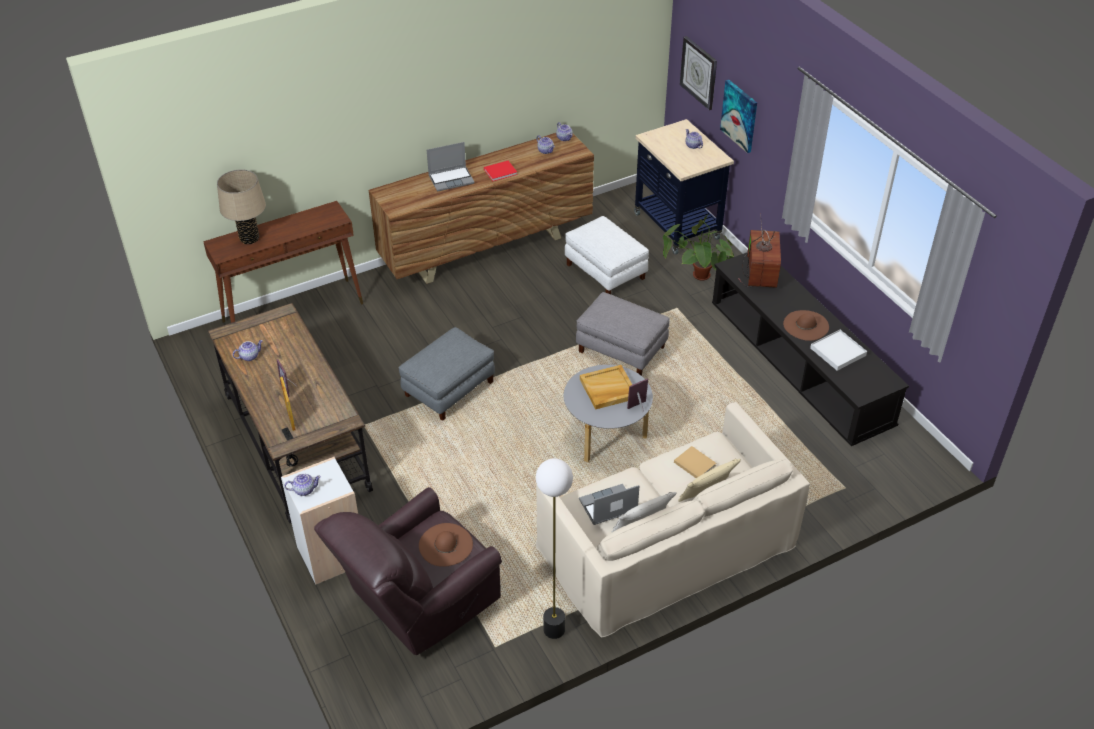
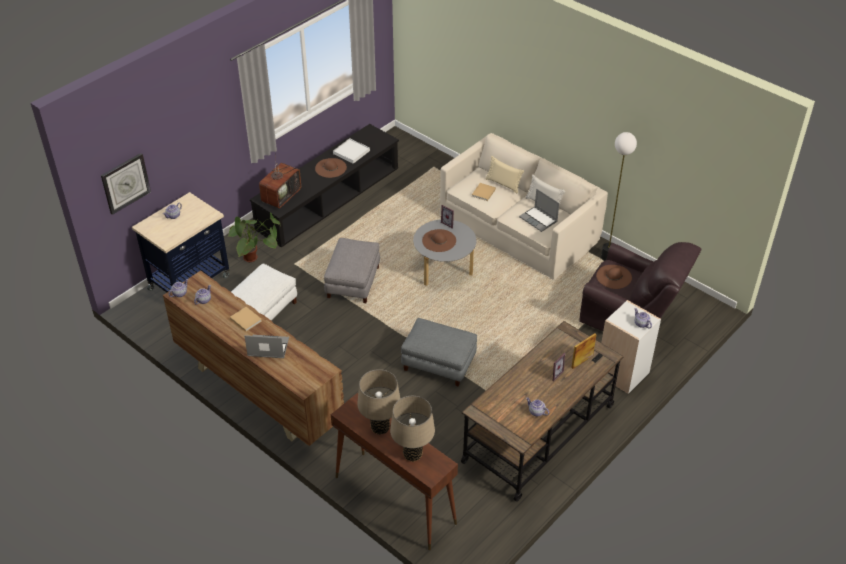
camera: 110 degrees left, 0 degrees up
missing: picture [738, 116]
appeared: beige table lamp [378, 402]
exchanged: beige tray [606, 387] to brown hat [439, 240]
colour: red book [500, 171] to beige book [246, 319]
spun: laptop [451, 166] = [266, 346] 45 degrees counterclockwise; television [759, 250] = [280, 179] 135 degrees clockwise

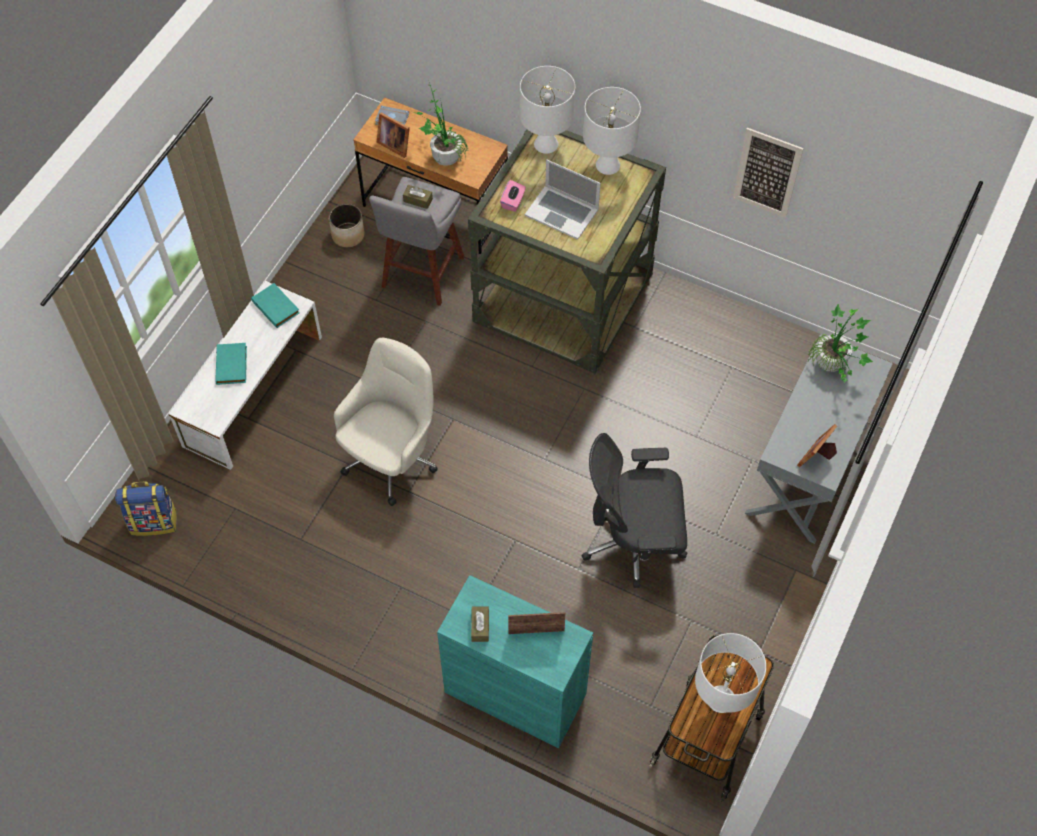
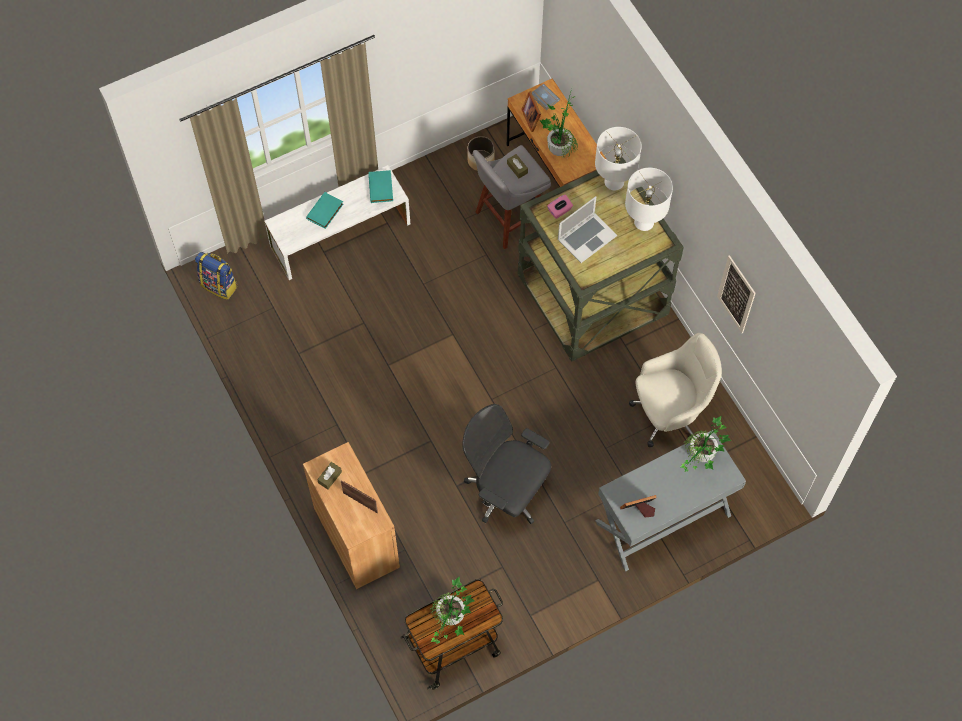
camera: 35 degrees right, 5 degrees up
relocated: beige office chair [386, 422] to [675, 390]
exchanged: white table lamp [730, 673] to potted plant [452, 610]
colour: turquoise cabinet [515, 661] to brown cabinet [351, 515]
spun: laptop [563, 199] = [587, 229] 105 degrees counterclockwise

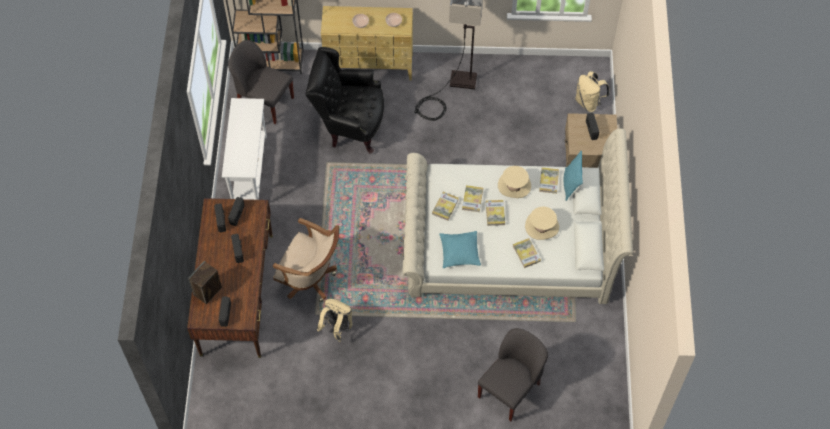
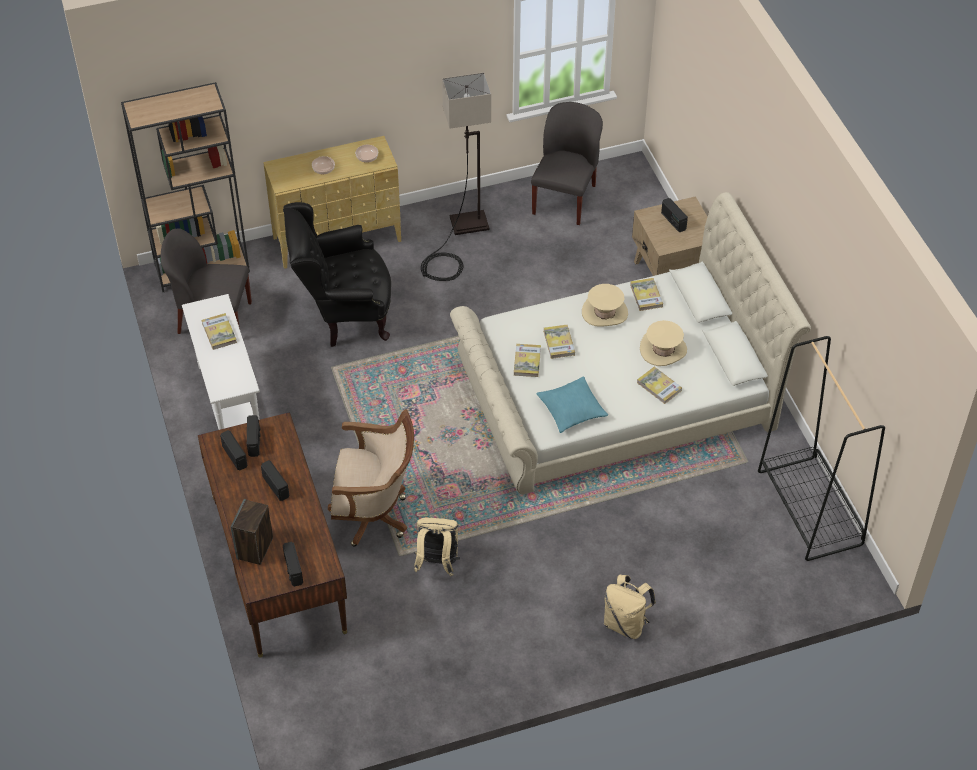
camera: 20 degrees left, 10 degrees down
missing: turquoise pillow [573, 176]
appeared: black clothes rack [821, 448]
relocated: grey chair [513, 374] to [567, 163]; book [495, 213] to [219, 331]; beige backpack [592, 91] to [630, 607]

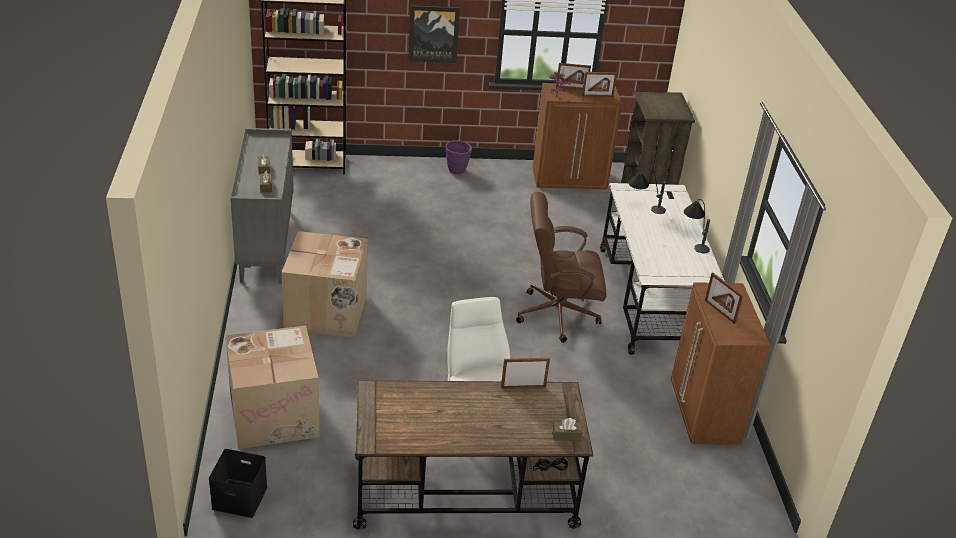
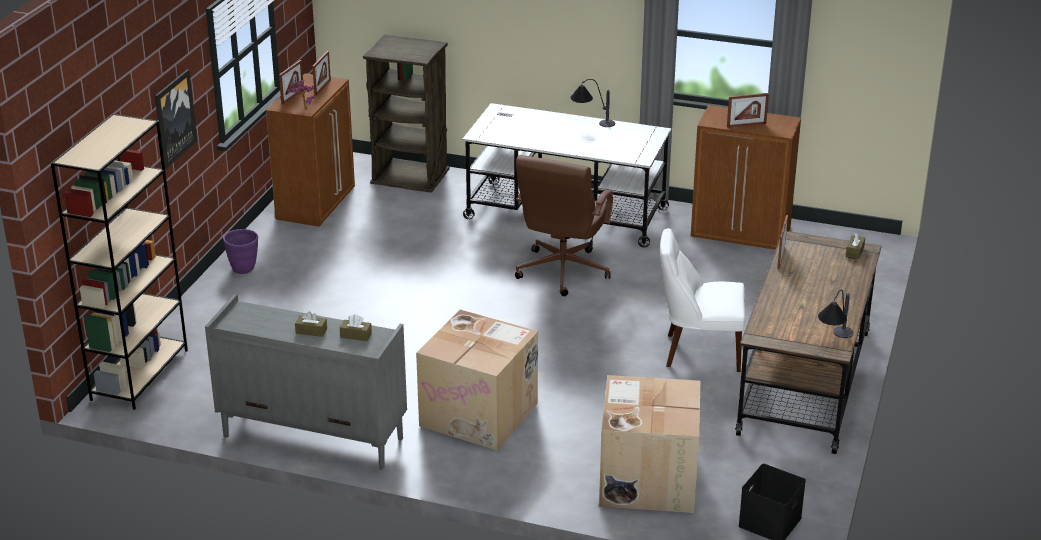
camera: 65 degrees left, 5 degrees down
relocated: table lamp [647, 191] to [836, 313]

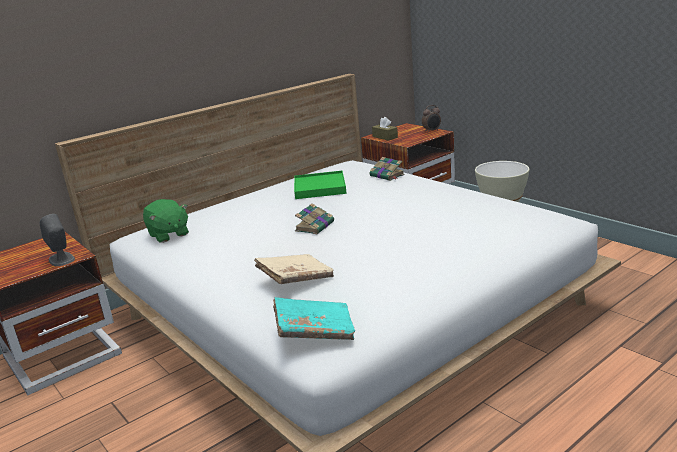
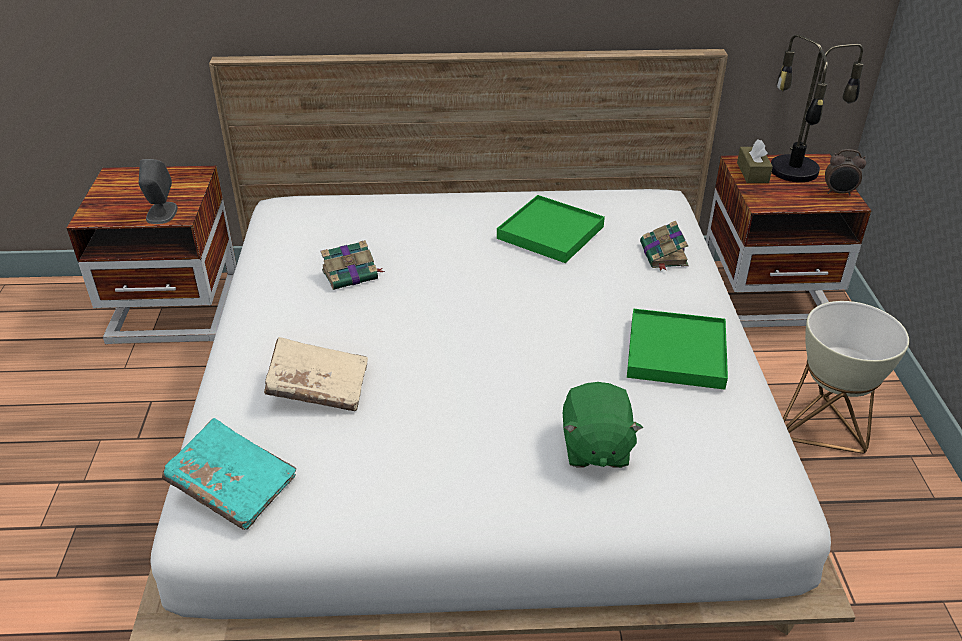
camera: 35 degrees right, 15 degrees up
appeared: green tray [677, 349]; table lamp [817, 108]
relocated: green plush toy [166, 221] to [603, 425]; book [314, 218] to [353, 265]

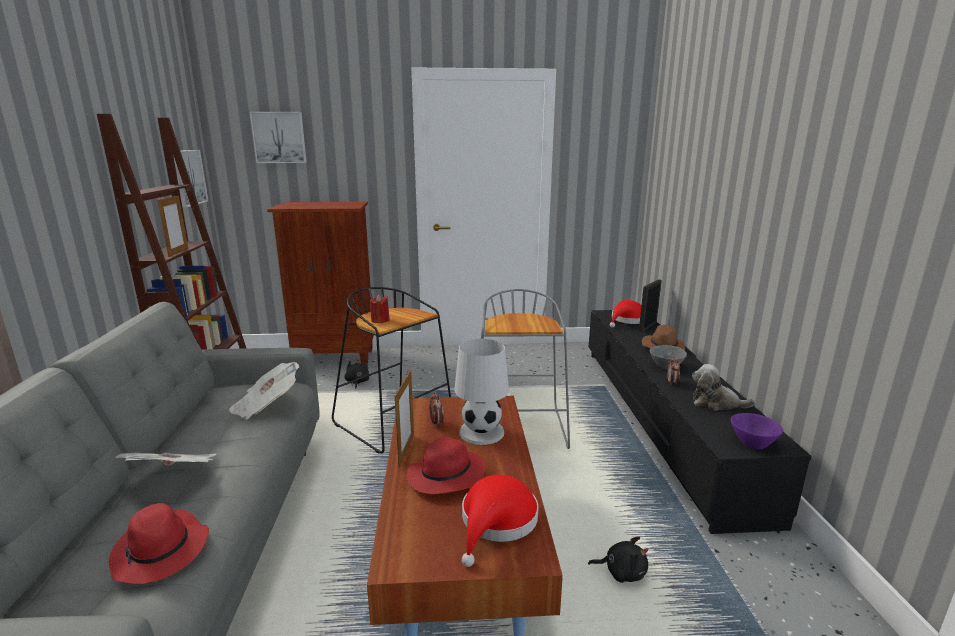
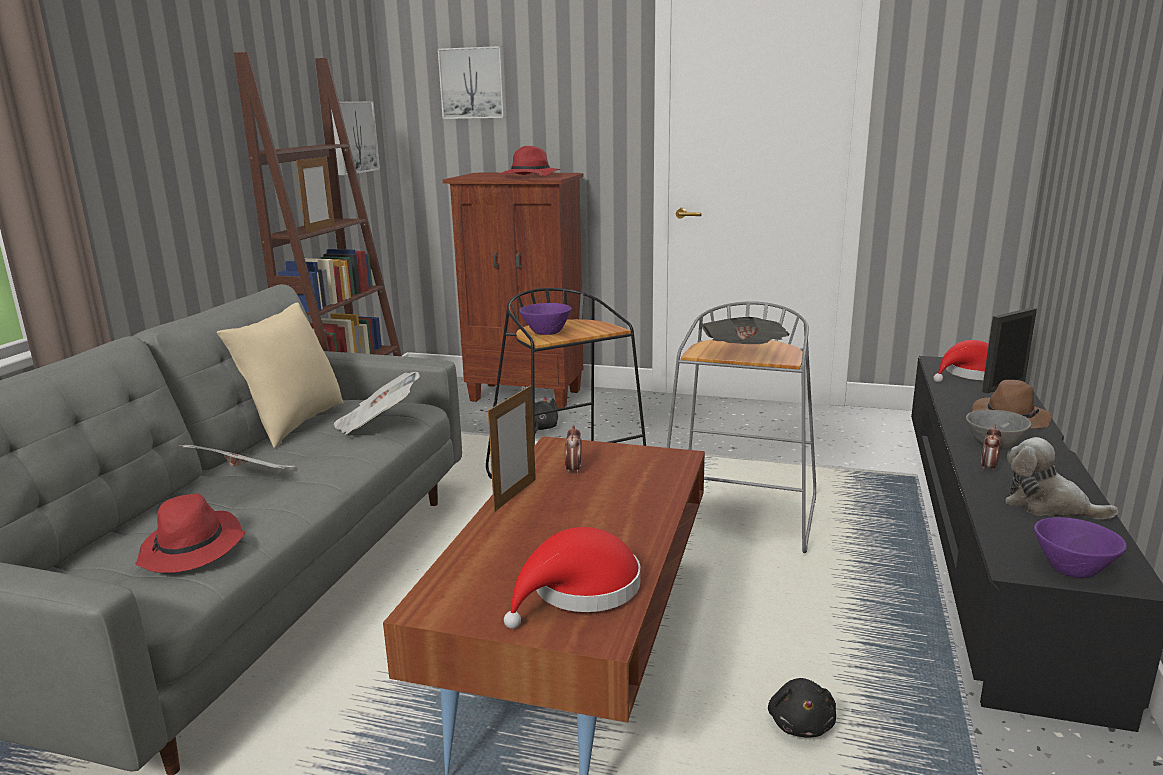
camera: 20 degrees right, 0 degrees up
missing: white table lamp [481, 392]
appeared: beige pillow [280, 375]; newspaper [744, 330]
relocated: red hat [446, 465] to [530, 161]
exchanged: red candle [380, 309] to purple bowl [545, 319]
spun: black plush toy [618, 559] = [802, 708] 60 degrees clockwise

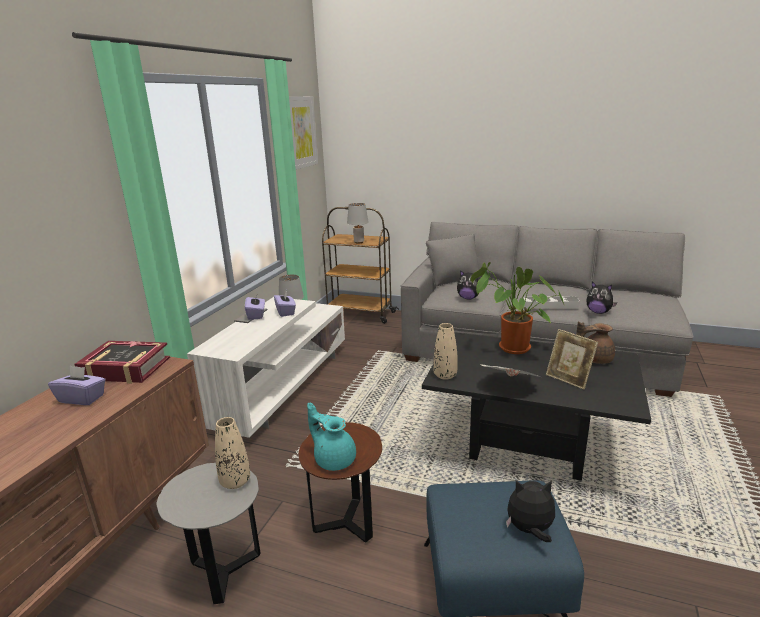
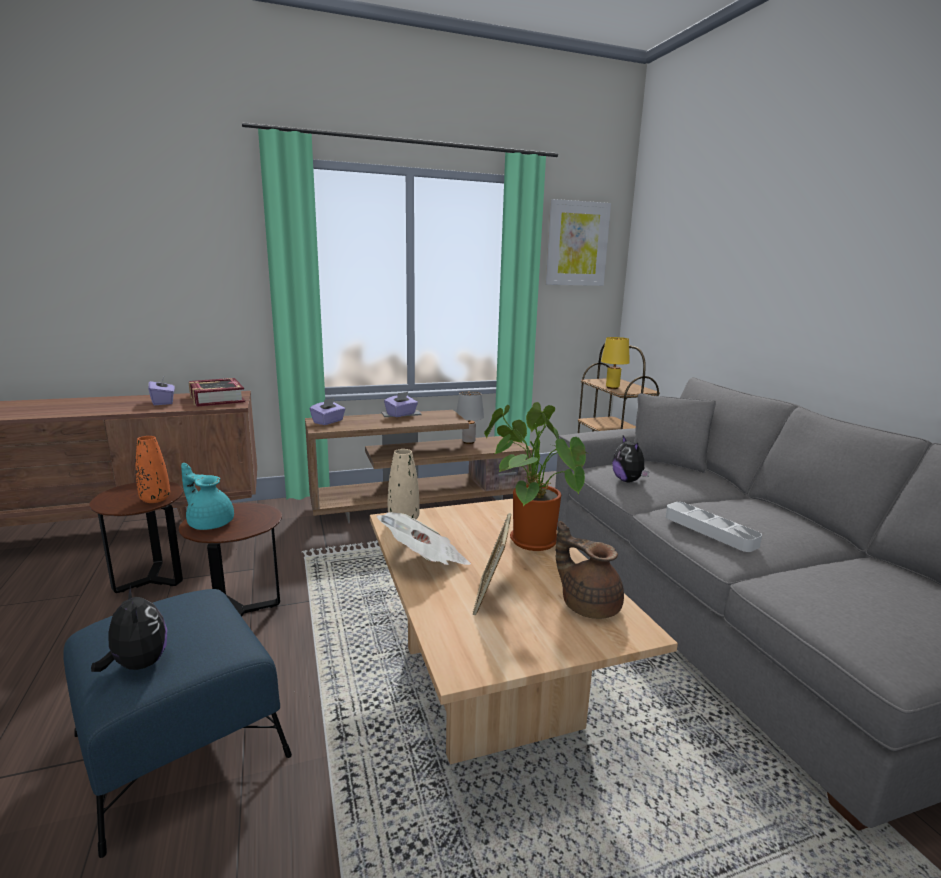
camera: 50 degrees right, 5 degrees down
missing: plush toy [601, 298]
relocated: purple tissue box [285, 304] to [328, 411]
colour: grey side table [208, 533] to brown side table [136, 537]; white tv stand [266, 367] to brown tv stand [419, 467]; beige vase [232, 453] to orange vase [153, 469]; grey table lamp [358, 223] to yellow table lamp [615, 363]; black coffee table [536, 406] to beige coffee table [524, 632]
spun: turquoise teapot [331, 437] = [207, 496] 60 degrees counterclockwise

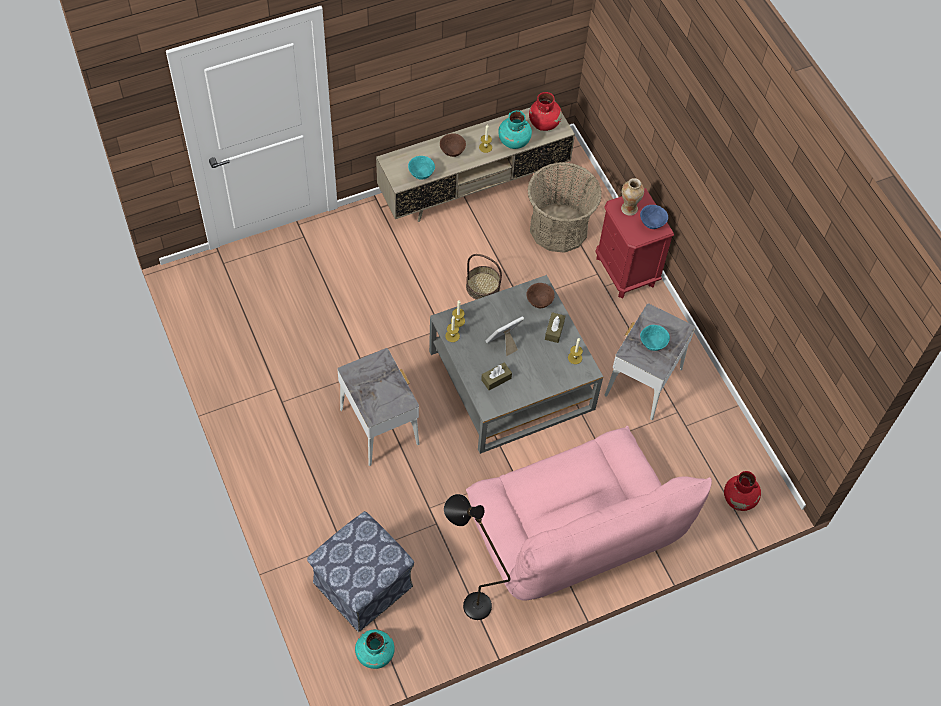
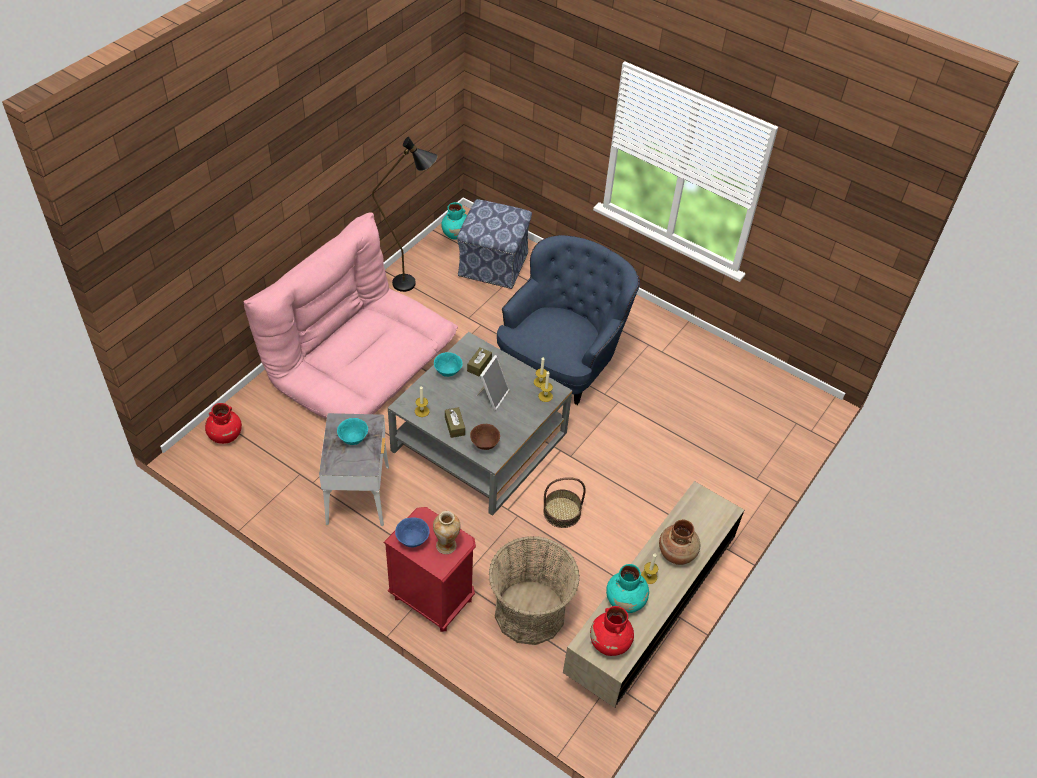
camera: 150 degrees right, 10 degrees down
relocated: turquoise bowl [421, 168] to [448, 364]
exchanged: side table [378, 407] to blue armchair [568, 320]; brown bowl [453, 145] to brown vase [679, 542]

